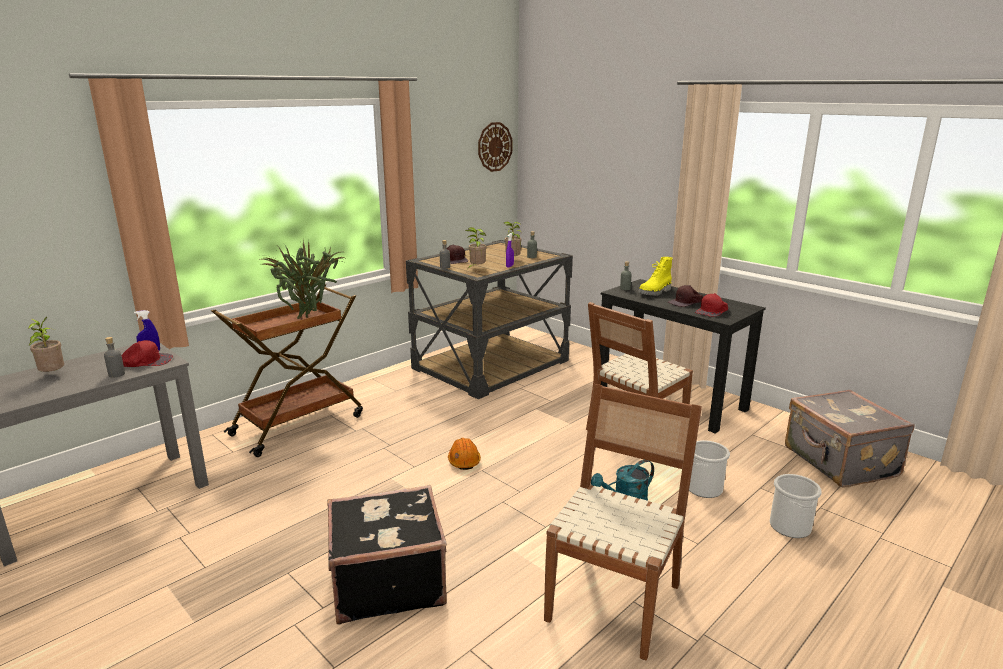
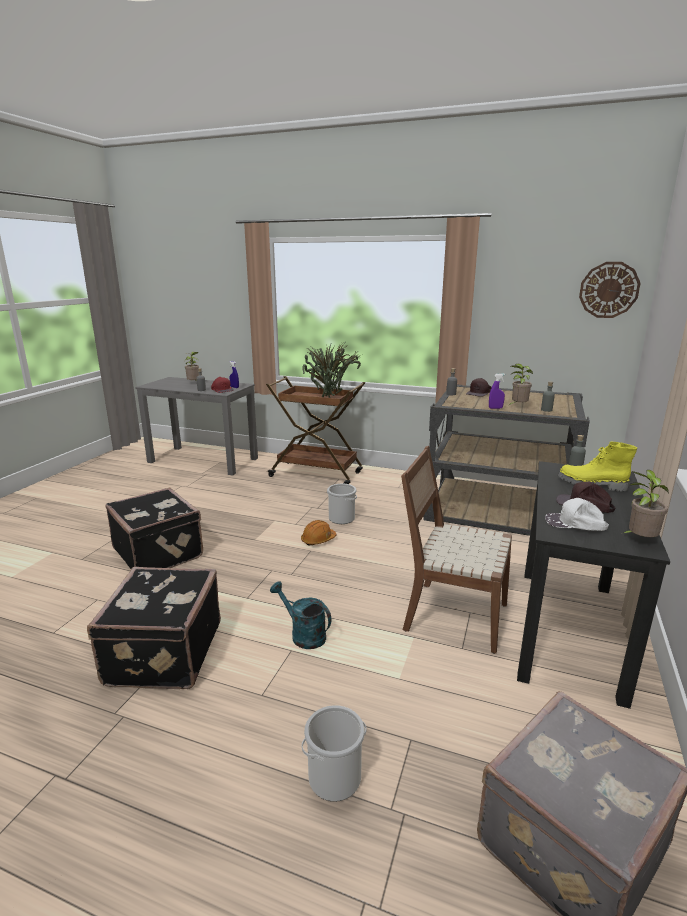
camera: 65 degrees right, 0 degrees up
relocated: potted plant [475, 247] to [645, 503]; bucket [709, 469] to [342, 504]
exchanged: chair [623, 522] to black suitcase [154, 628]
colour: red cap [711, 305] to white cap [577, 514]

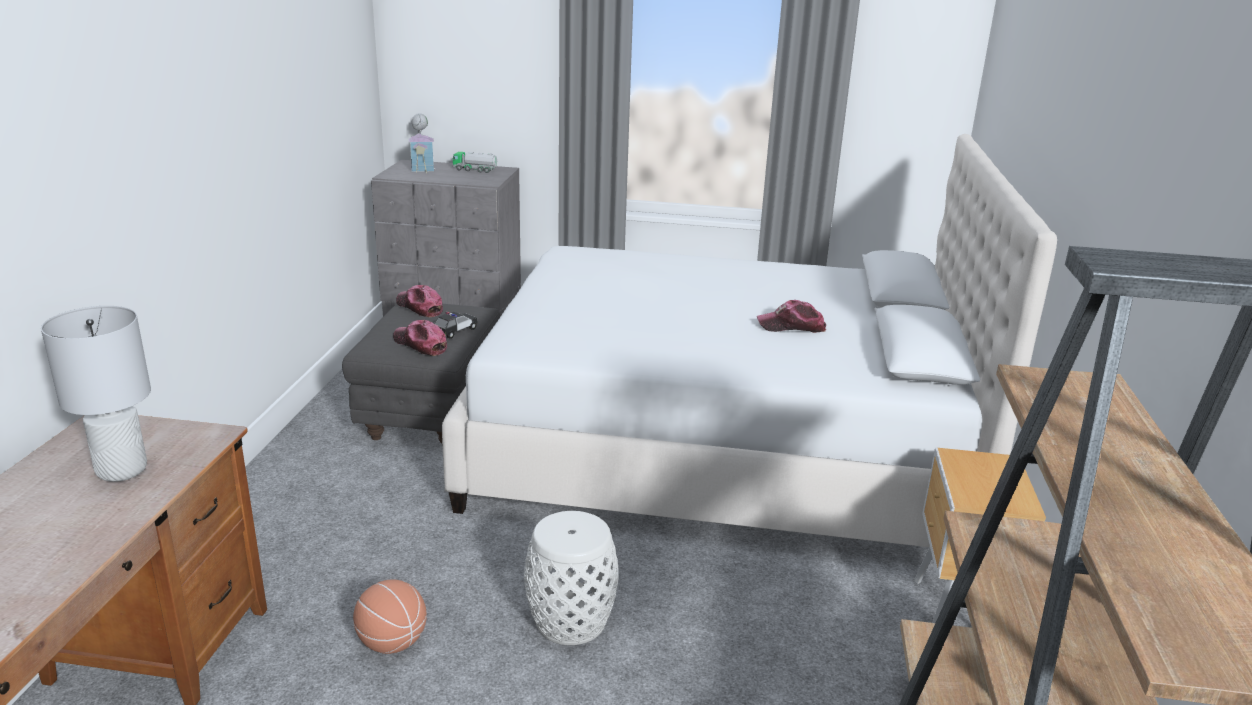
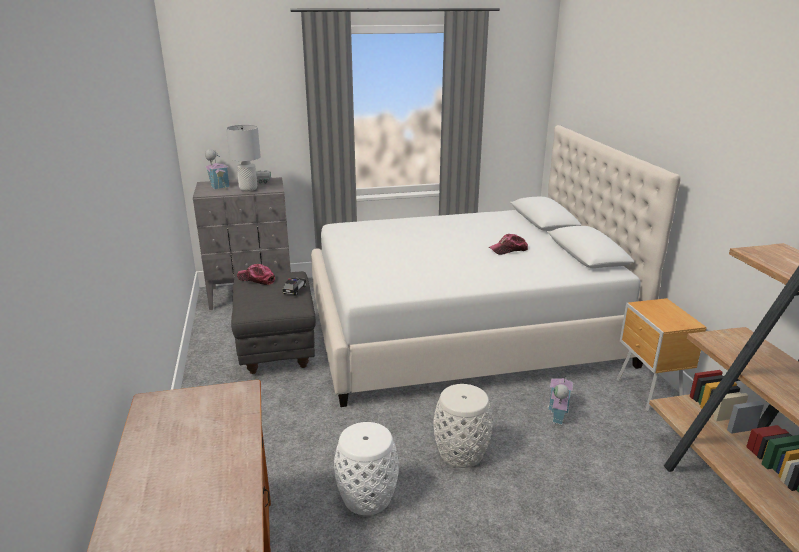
camera: 20 degrees left, 0 degrees up
missing: cap [420, 338]
appeared: toy house [560, 396]
relocated: grey table lamp [96, 394] to [243, 158]
exchanged: basketball [390, 616] to white stool [366, 468]

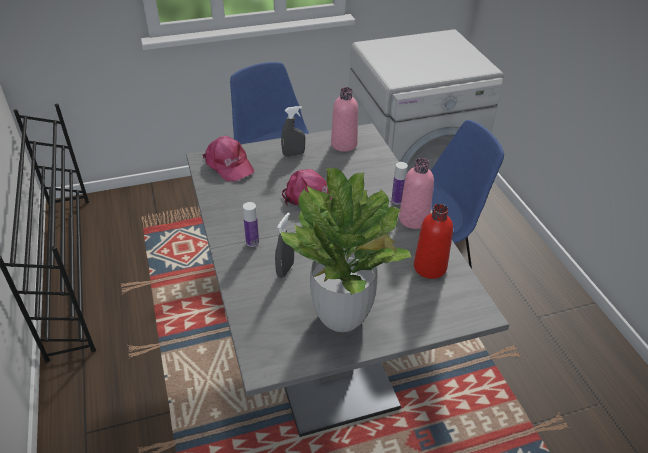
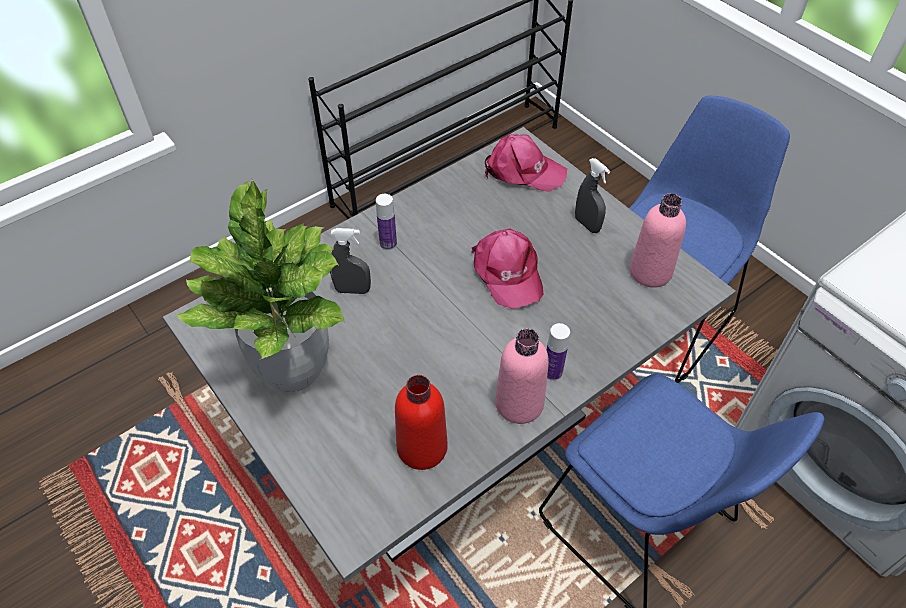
camera: 70 degrees right, 10 degrees up
spun: pink cap [228, 158] = [526, 163] 105 degrees counterclockwise

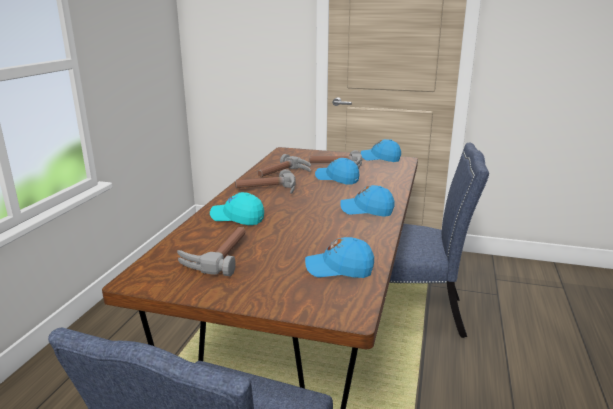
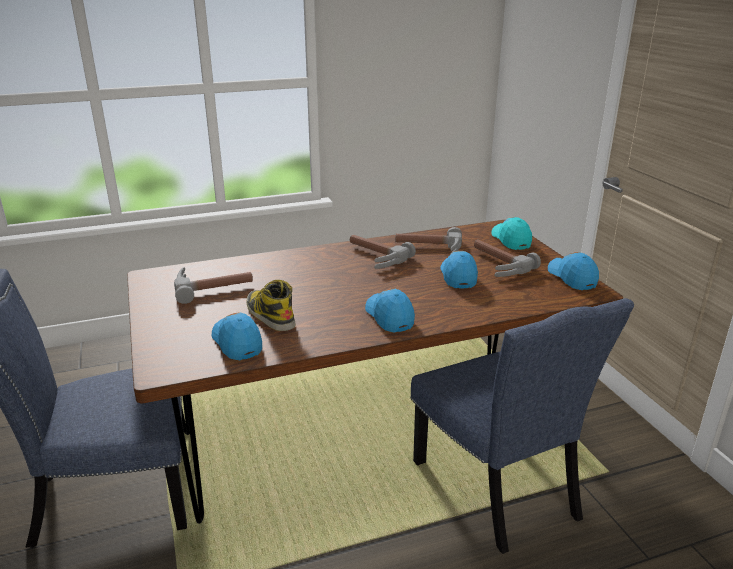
camera: 55 degrees right, 5 degrees up
appeared: boot [271, 305]
relocated: turquoise cap [237, 208] to [511, 233]

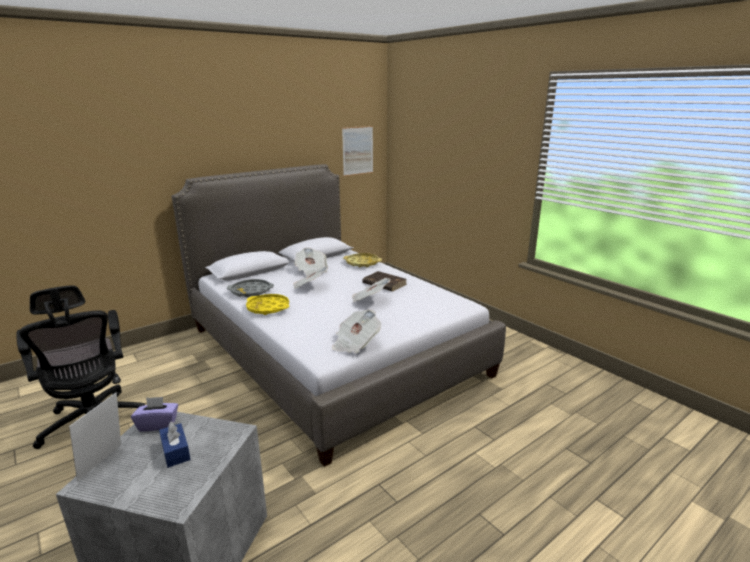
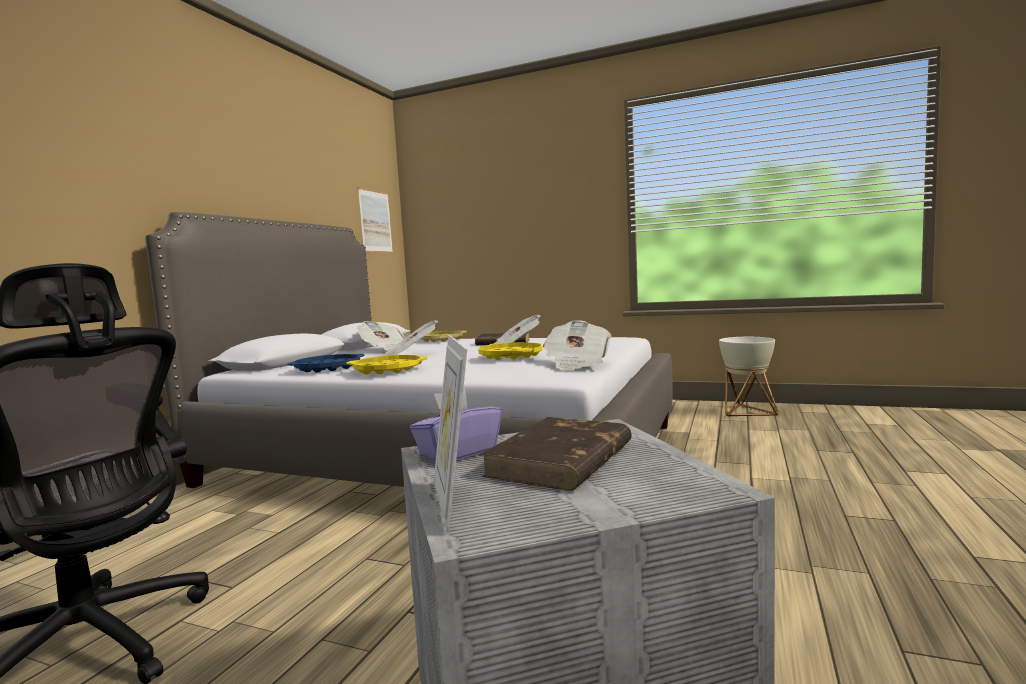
camera: 30 degrees left, 15 degrees down
appeared: yellow tray [510, 351]; planter [749, 376]
exchanged: blue tissue box [175, 444] to brown book [556, 454]
colour: grey tray [250, 288] to blue tray [325, 363]

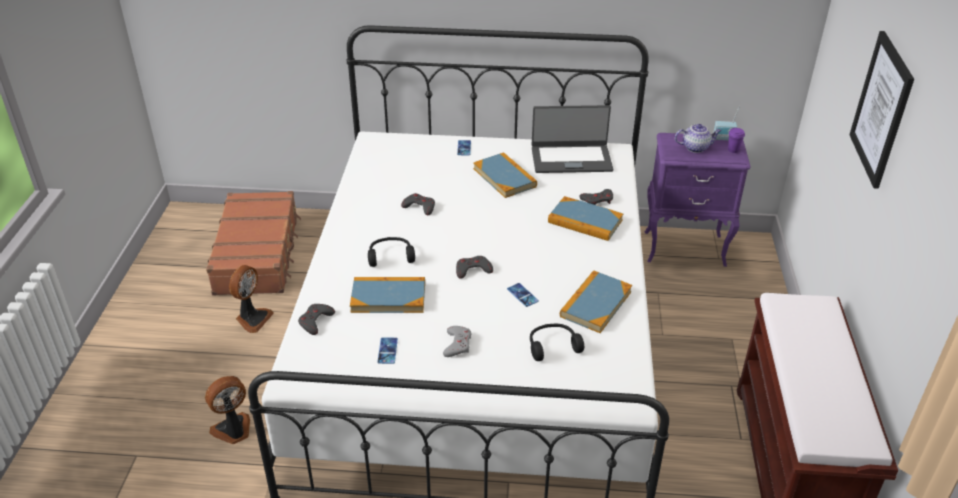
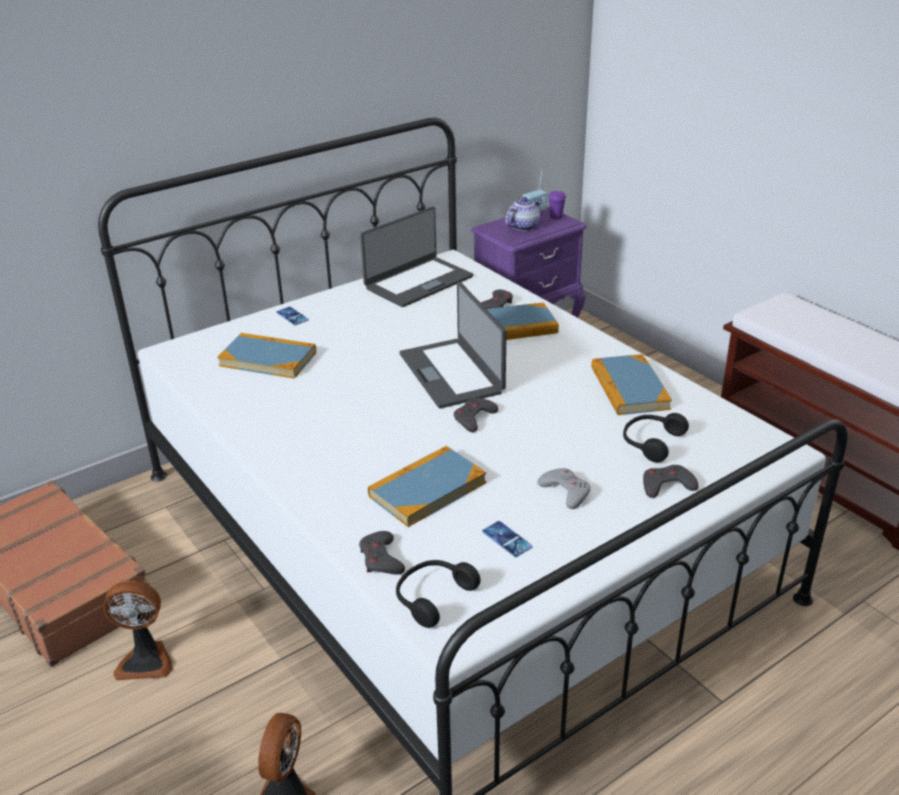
camera: 40 degrees left, 5 degrees down
missing: phone [523, 295]; picture [882, 110]
appeared: laptop [453, 345]
relocated: black headphones [391, 252] to [438, 594]; grey game controller [418, 204] to [671, 481]; book [505, 175] to [266, 356]
spun: fan [251, 299] = [137, 630] 105 degrees clockwise

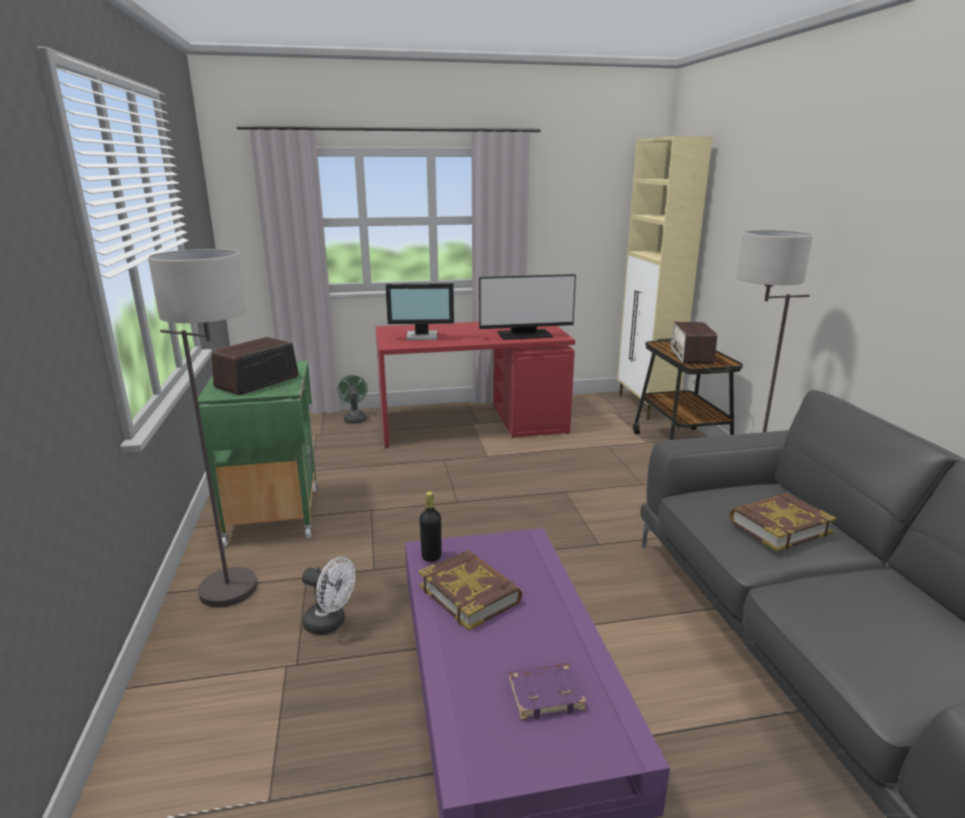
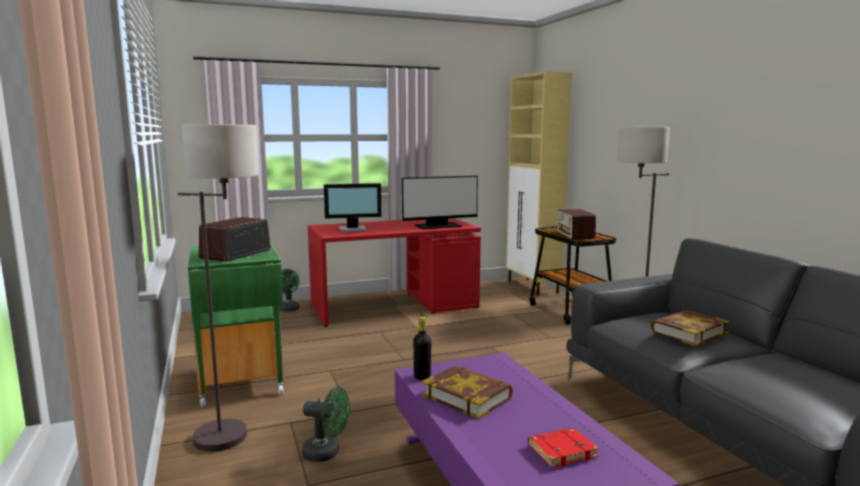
camera: 10 degrees left, 10 degrees down
colour: white fan [328, 596] to green fan [326, 424]; purple book [547, 691] to red book [563, 448]

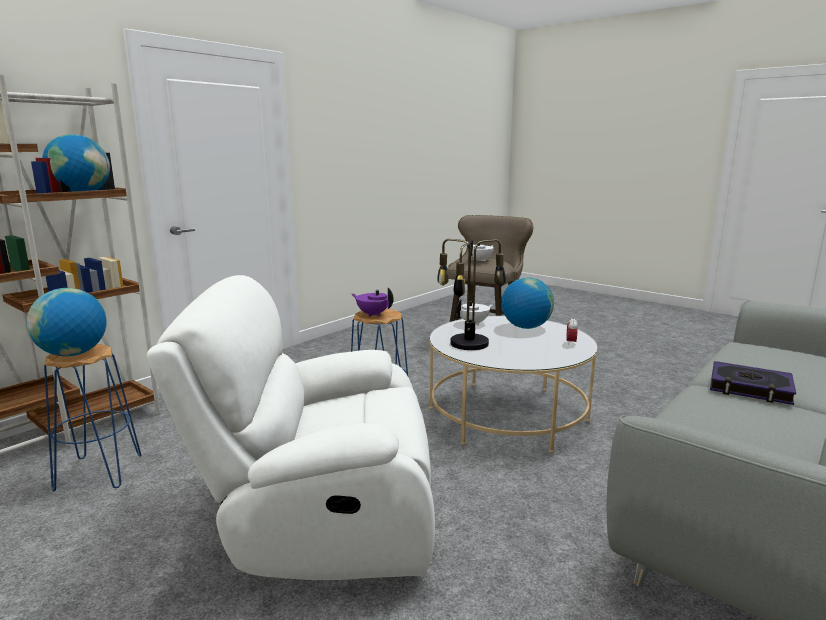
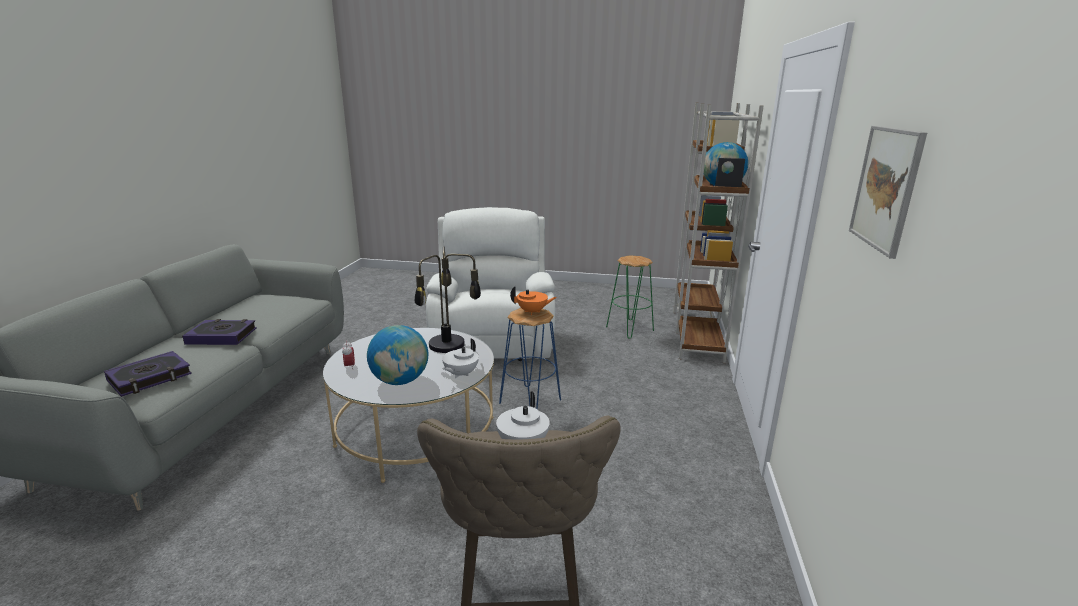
camera: 150 degrees right, 5 degrees up
missing: globe [66, 322]
appeared: book [148, 374]; picture [888, 192]
colour: blue stool [93, 417] to green stool [630, 297]; purple teapot [373, 302] to orange teapot [533, 300]
spun: white armchair [291, 427] = [490, 284] 60 degrees counterclockwise

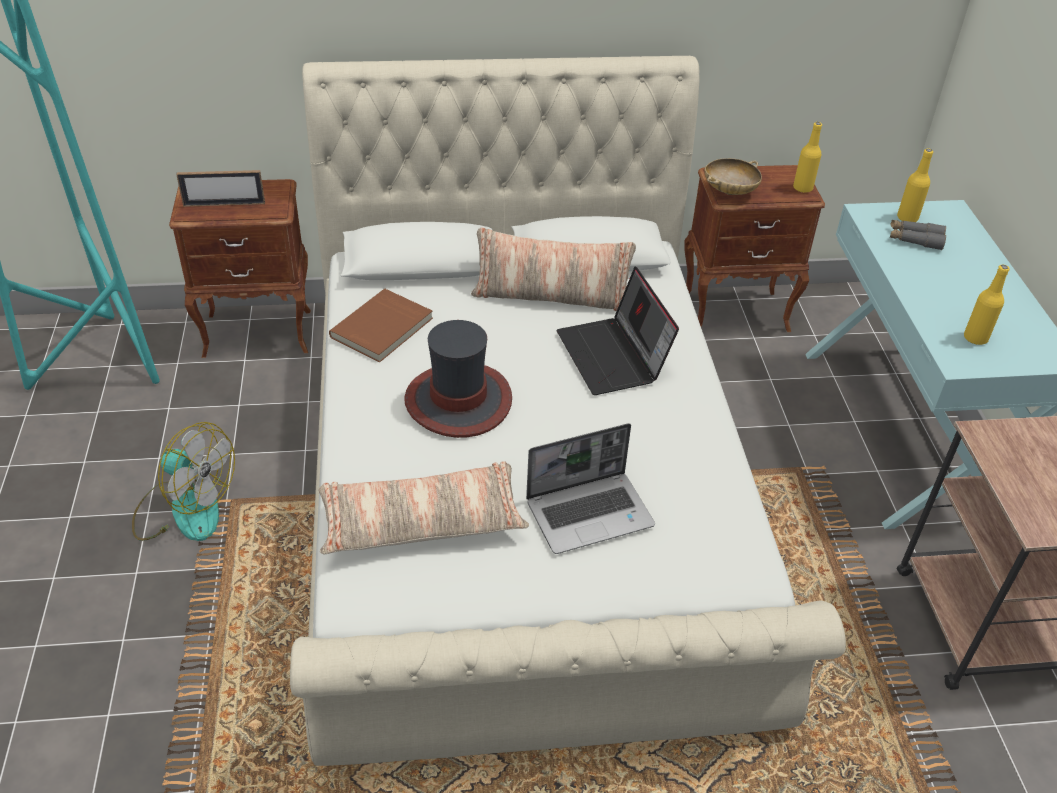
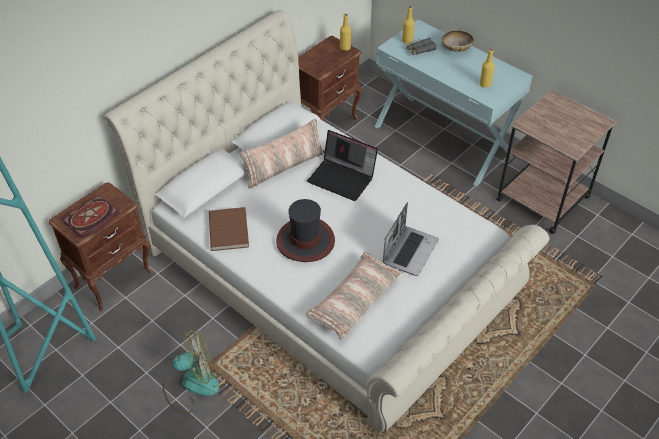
camera: 40 degrees left, 5 degrees up
relocated: beige bowl [733, 176] to [457, 40]
exchanged: picture frame [220, 188] to book [90, 216]

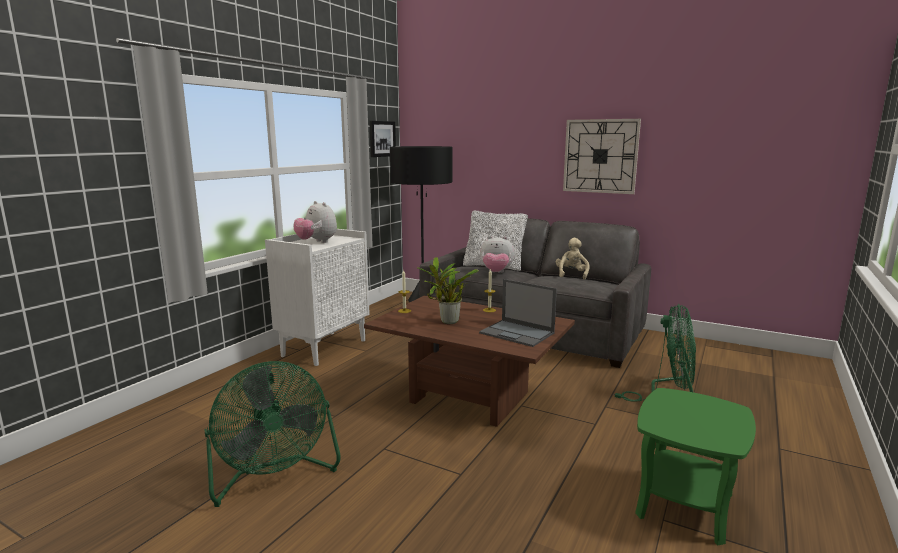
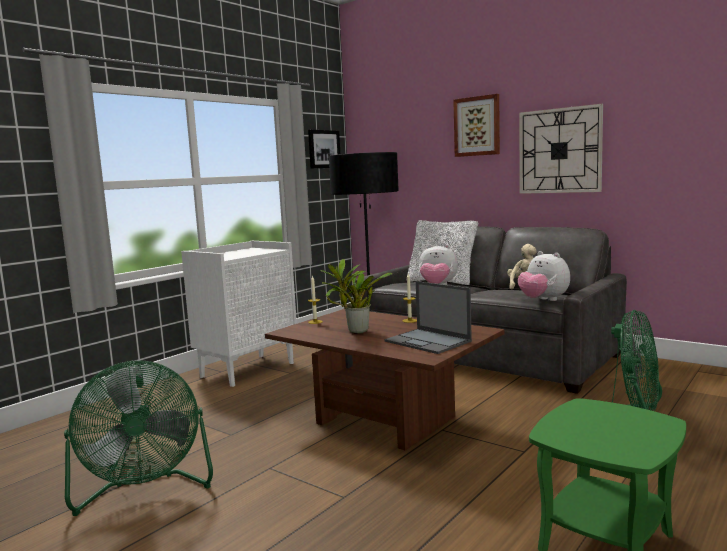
camera: 10 degrees right, 5 degrees down
appeared: picture [476, 125]
relocated: plush toy [315, 222] to [544, 276]

